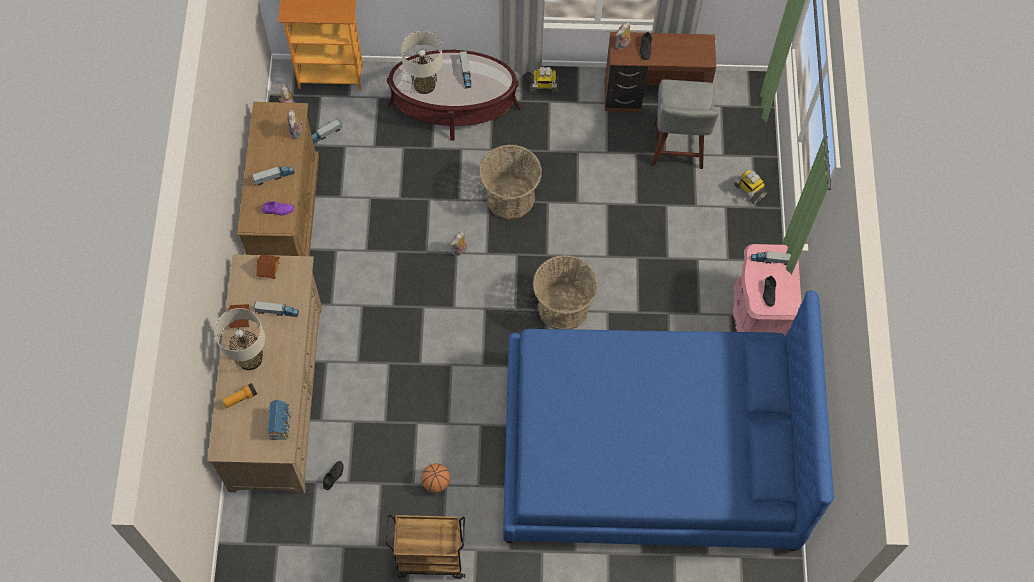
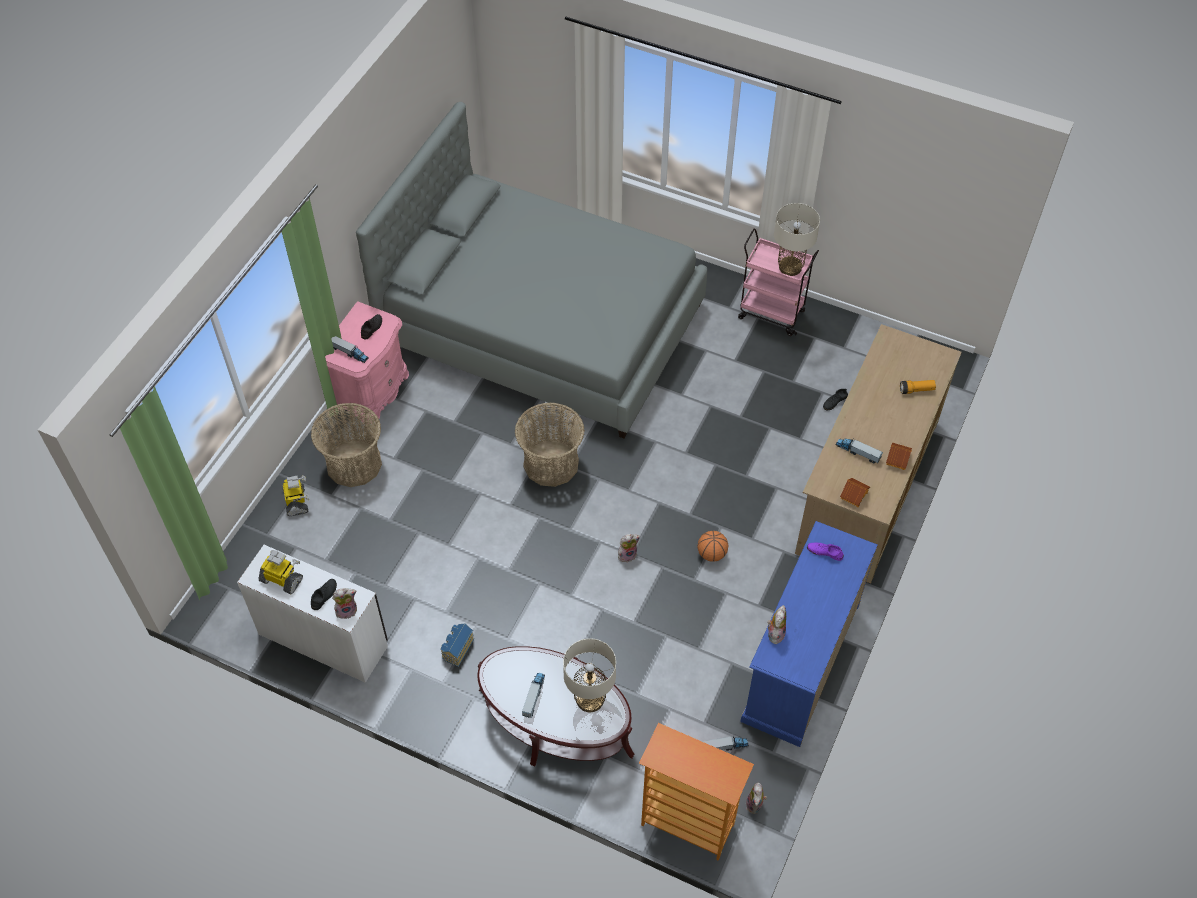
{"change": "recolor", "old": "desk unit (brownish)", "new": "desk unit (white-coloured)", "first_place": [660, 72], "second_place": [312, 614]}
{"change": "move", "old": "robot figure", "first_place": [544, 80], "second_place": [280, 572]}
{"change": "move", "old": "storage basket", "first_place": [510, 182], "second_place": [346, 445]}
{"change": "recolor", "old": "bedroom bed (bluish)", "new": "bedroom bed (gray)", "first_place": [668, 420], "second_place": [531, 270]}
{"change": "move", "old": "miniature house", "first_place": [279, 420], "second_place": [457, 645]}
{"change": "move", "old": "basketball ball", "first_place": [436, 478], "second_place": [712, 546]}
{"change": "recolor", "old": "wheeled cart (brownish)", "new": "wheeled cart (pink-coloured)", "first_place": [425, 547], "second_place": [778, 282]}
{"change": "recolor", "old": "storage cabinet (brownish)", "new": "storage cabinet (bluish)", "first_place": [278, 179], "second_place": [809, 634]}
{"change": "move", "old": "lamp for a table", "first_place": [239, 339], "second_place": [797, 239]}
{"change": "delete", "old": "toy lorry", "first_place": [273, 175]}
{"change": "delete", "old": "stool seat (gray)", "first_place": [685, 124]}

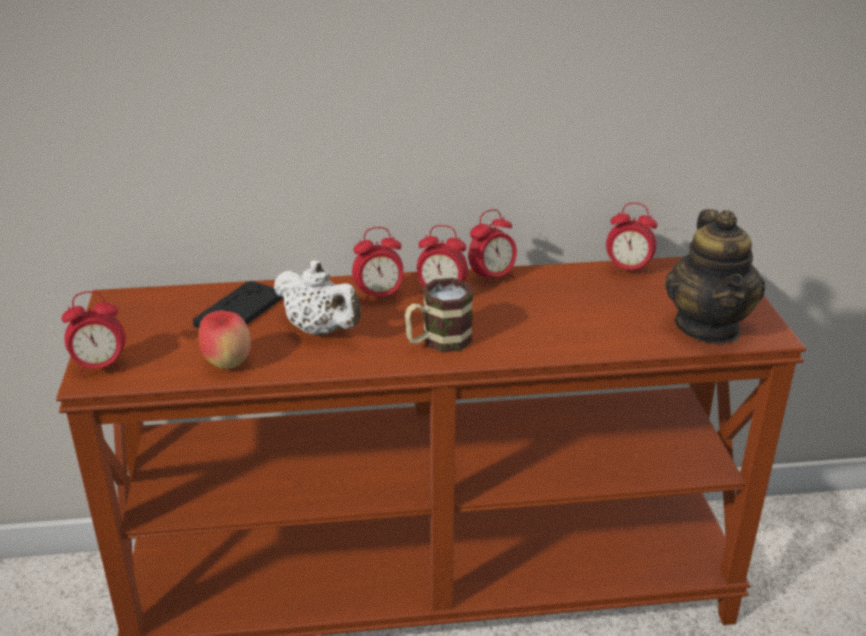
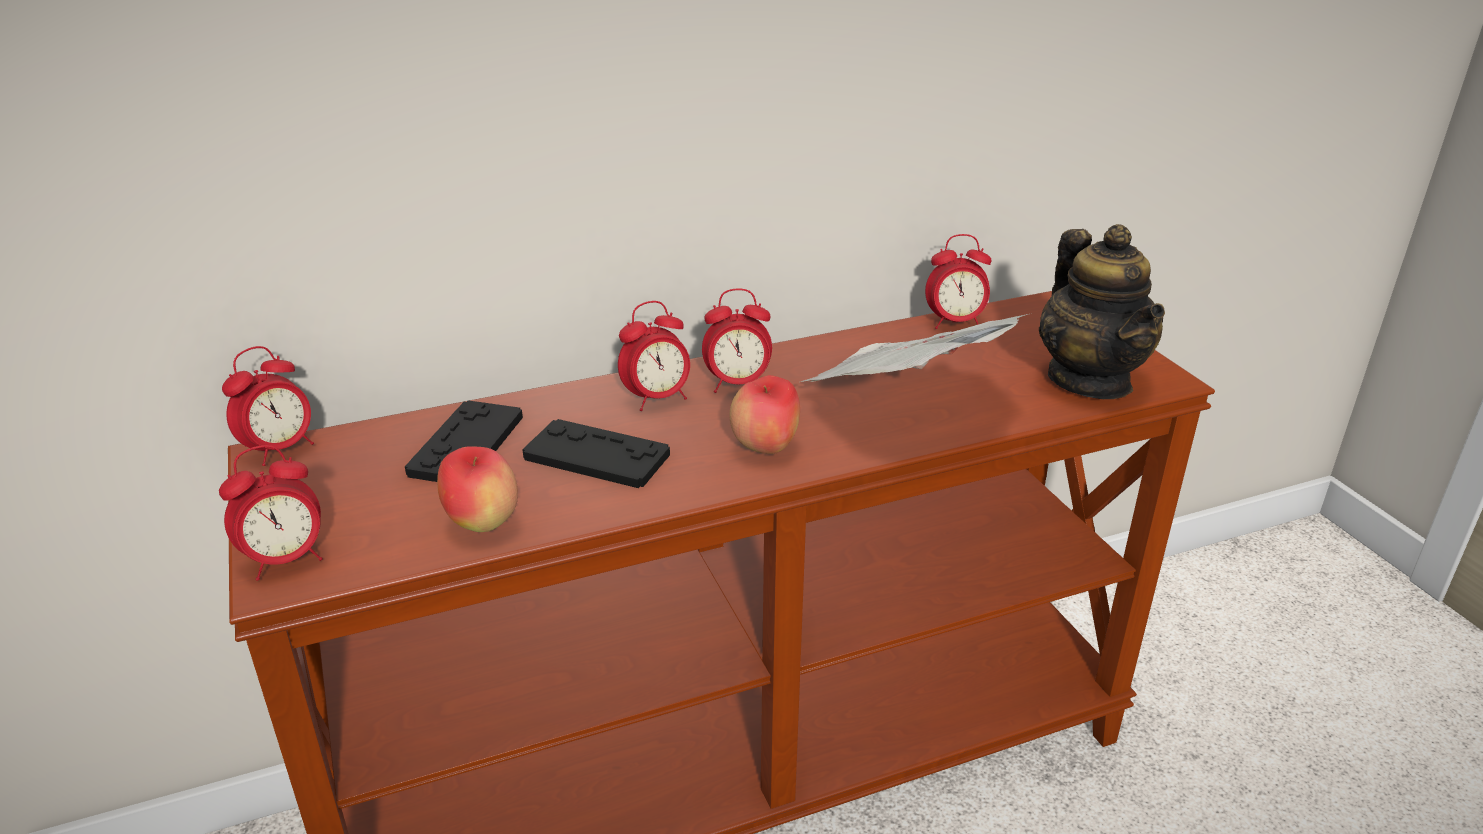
{"change": "move", "old": "bedside clock", "first_place": [492, 247], "second_place": [268, 406]}
{"change": "replace", "old": "pot for tea (white-coloured)", "new": "gamepad (blackish)", "first_place": [317, 298], "second_place": [596, 453]}
{"change": "replace", "old": "mug", "new": "whole apple", "first_place": [439, 315], "second_place": [764, 414]}
{"change": "insert", "new": "daily paper", "second_place": [914, 348]}

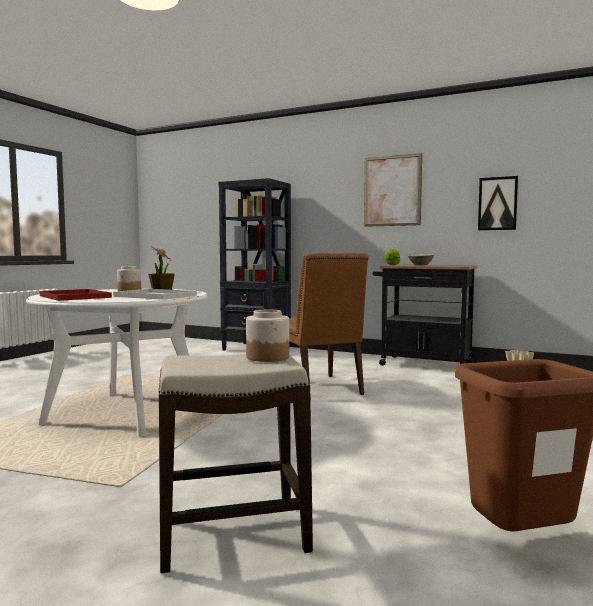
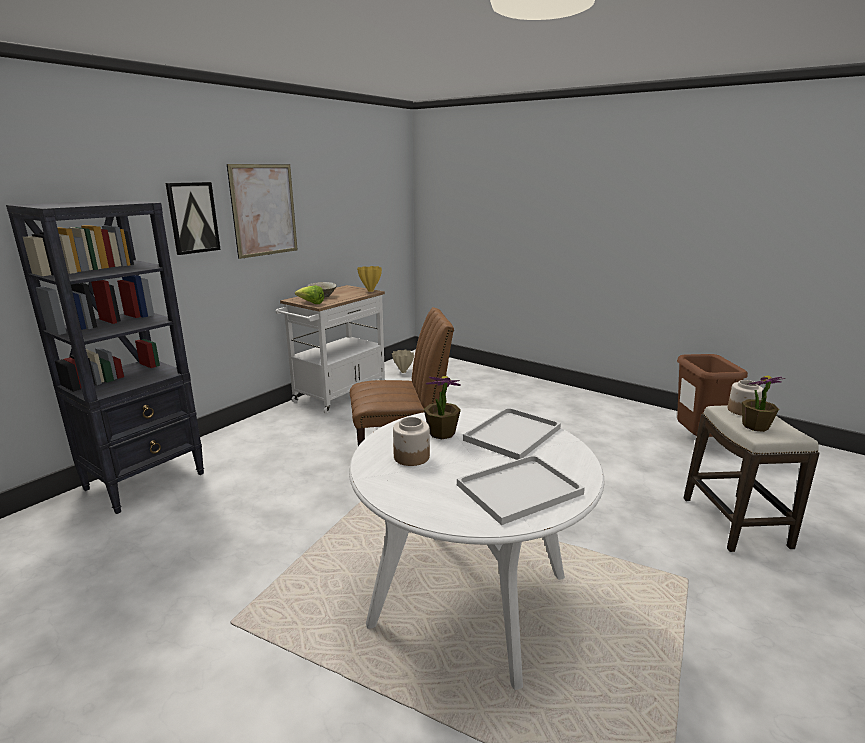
{"change": "move", "old": "wall picture", "first_place": [498, 203], "second_place": [193, 218]}
{"change": "recolor", "old": "wheeled cart (blackish)", "new": "wheeled cart (white-coloured)", "first_place": [424, 315], "second_place": [330, 349]}
{"change": "insert", "new": "flower vase (yellow)", "second_place": [369, 279]}
{"change": "recolor", "old": "tray (red)", "new": "tray (white-coloured)", "first_place": [76, 295], "second_place": [521, 489]}
{"change": "insert", "new": "plant in a pot", "second_place": [764, 404]}

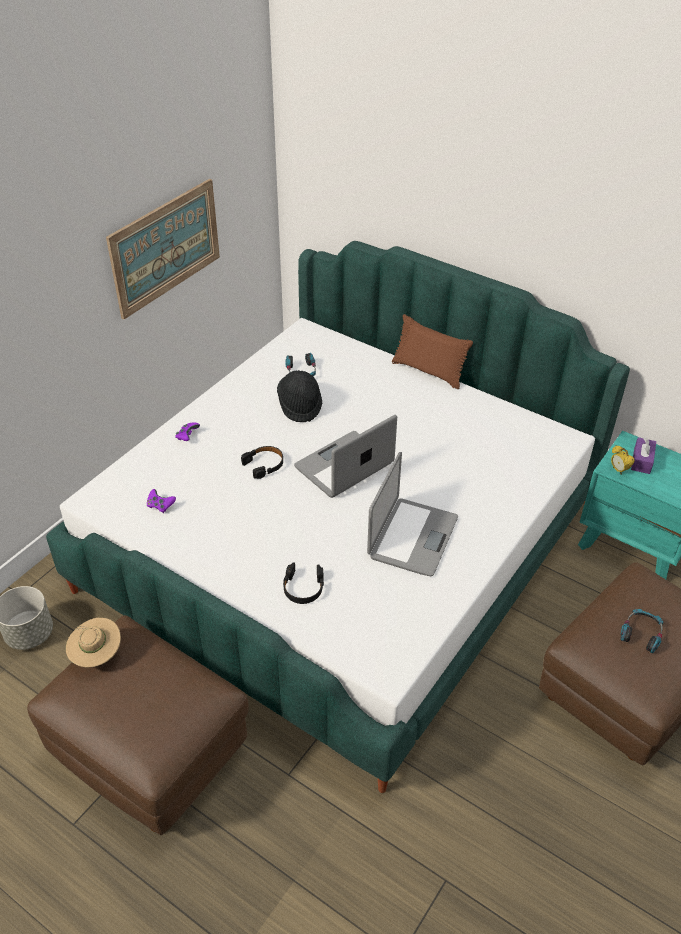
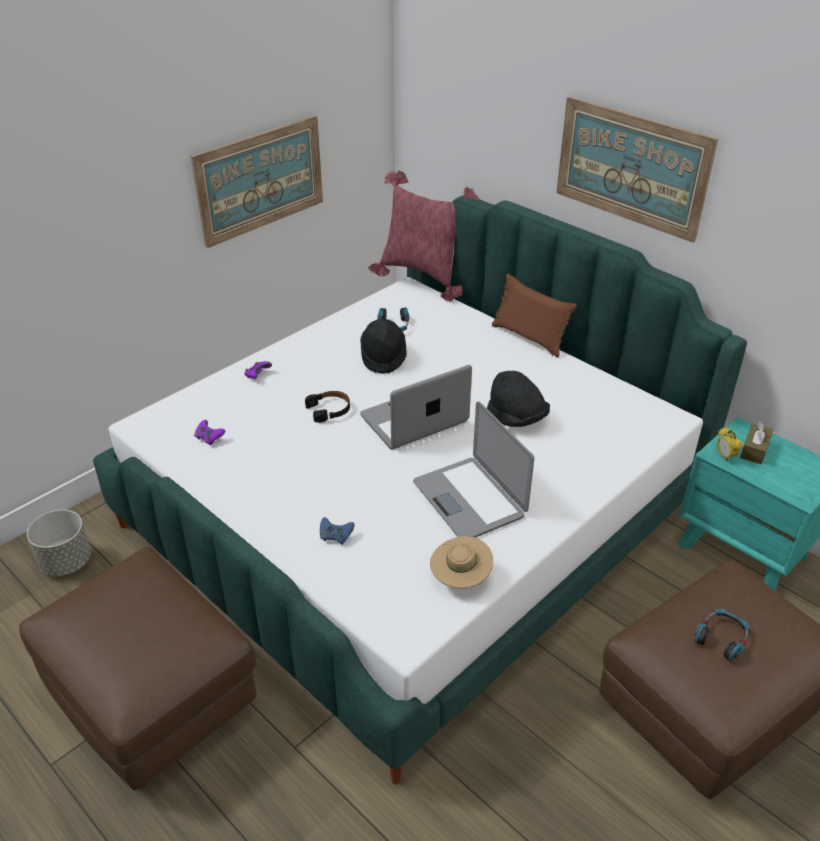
{"change": "replace", "old": "headset (blackish)", "new": "gamepad (bluish)", "first_place": [303, 583], "second_place": [337, 530]}
{"change": "insert", "new": "pillow (red)", "second_place": [424, 237]}
{"change": "rotate", "old": "laptop", "first_place": [412, 514], "second_place": [473, 469], "degrees": 120}
{"change": "move", "old": "clothing hat (beige-coloured)", "first_place": [93, 642], "second_place": [461, 562]}
{"change": "insert", "new": "clothing hat (blackish)", "second_place": [518, 399]}
{"change": "insert", "new": "wall picture", "second_place": [637, 169]}
{"change": "recolor", "old": "tissue box (purplish)", "new": "tissue box (brownish)", "first_place": [643, 455], "second_place": [757, 443]}

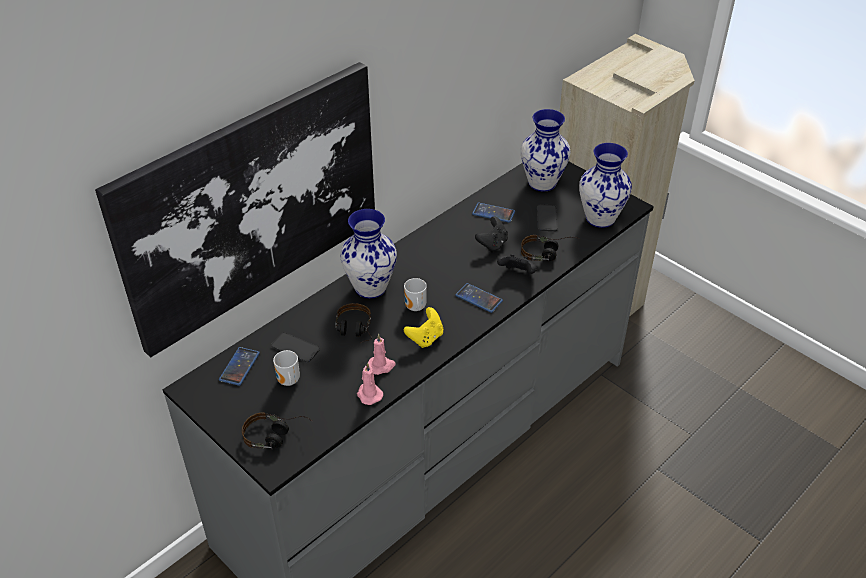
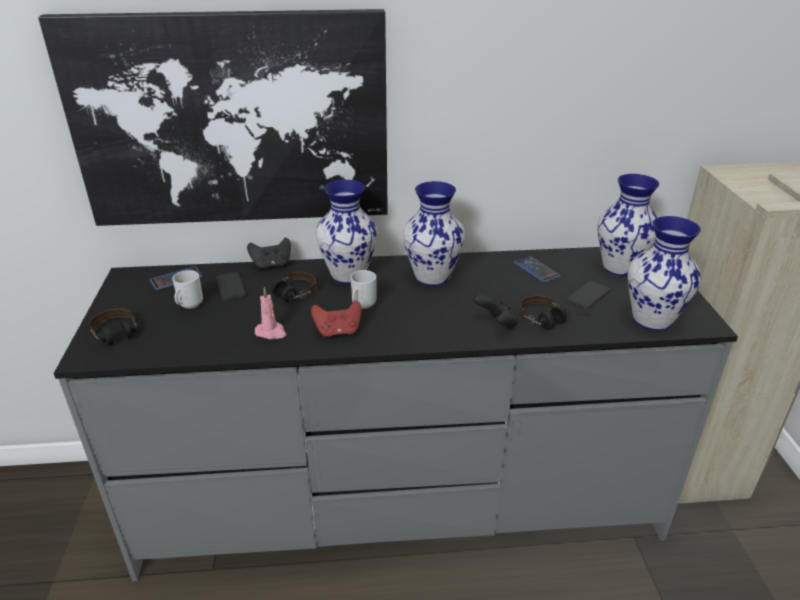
{"change": "move", "old": "gamepad (blackish)", "first_place": [491, 234], "second_place": [269, 254]}
{"change": "recolor", "old": "gamepad (yellow)", "new": "gamepad (red)", "first_place": [423, 327], "second_place": [336, 318]}
{"change": "insert", "new": "flower vase", "second_place": [434, 233]}
{"change": "delete", "old": "wax candle (pink-coloured)", "first_place": [370, 383]}
{"change": "delete", "old": "phone", "first_place": [479, 298]}

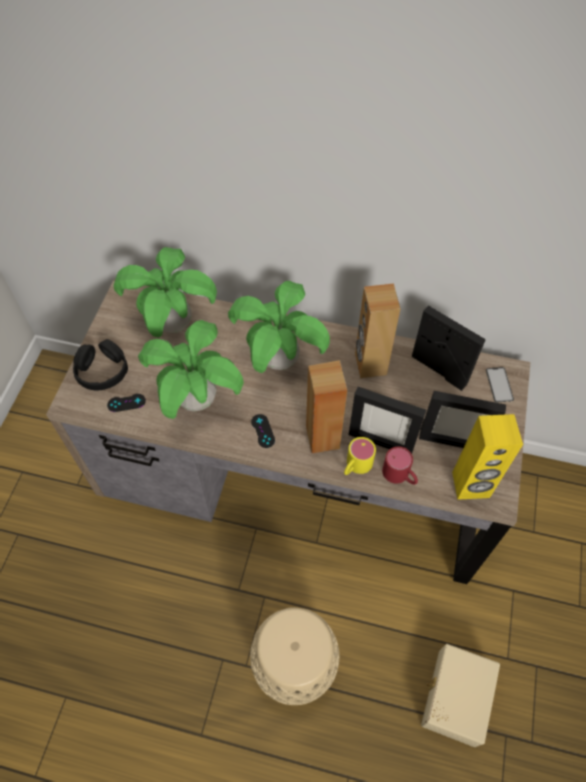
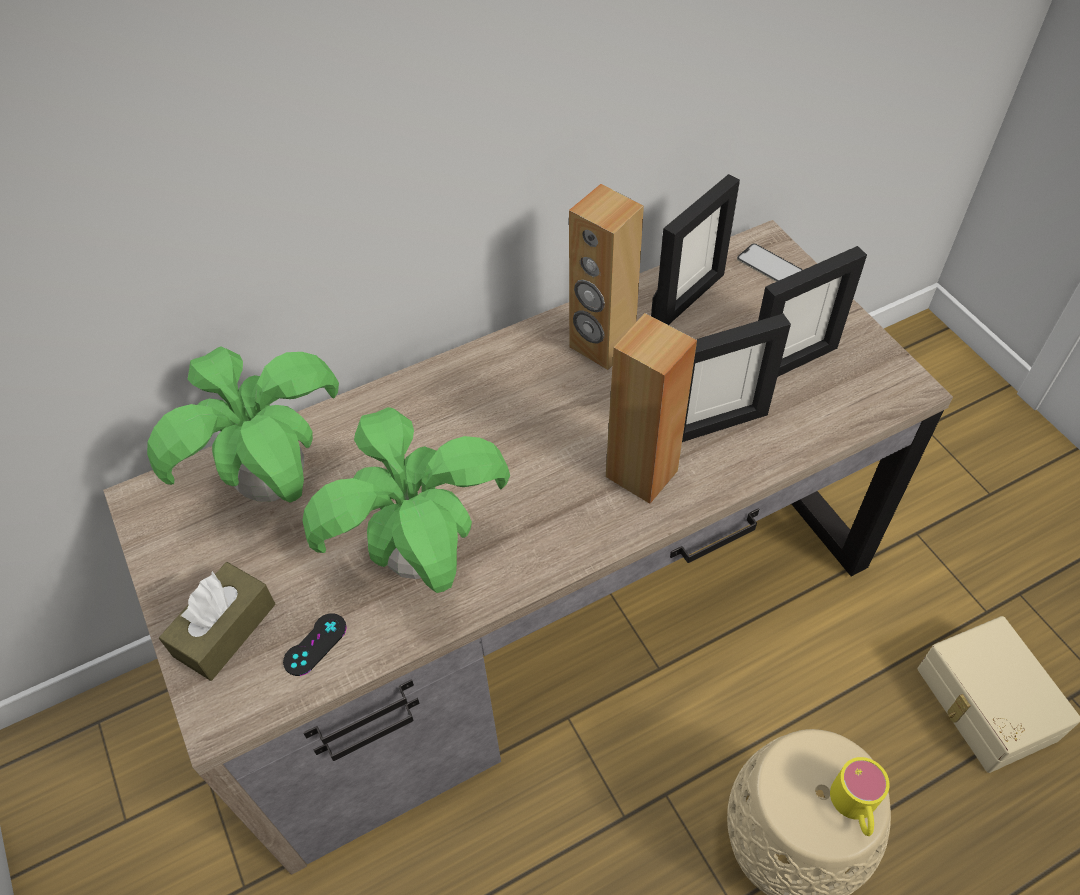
{"change": "replace", "old": "headset (blackish)", "new": "tissue box (brownish)", "first_place": [100, 364], "second_place": [217, 621]}
{"change": "rotate", "old": "standing frame", "first_place": [449, 348], "second_place": [695, 249], "degrees": 135}
{"change": "move", "old": "mug (yellow)", "first_place": [360, 456], "second_place": [860, 796]}
{"change": "delete", "old": "plant in a pot", "first_place": [279, 327]}
{"change": "delete", "old": "gamepad (blackish)", "first_place": [263, 431]}
{"change": "delete", "old": "mug (red)", "first_place": [400, 465]}
{"change": "delete", "old": "loudspeaker (yellow)", "first_place": [487, 457]}

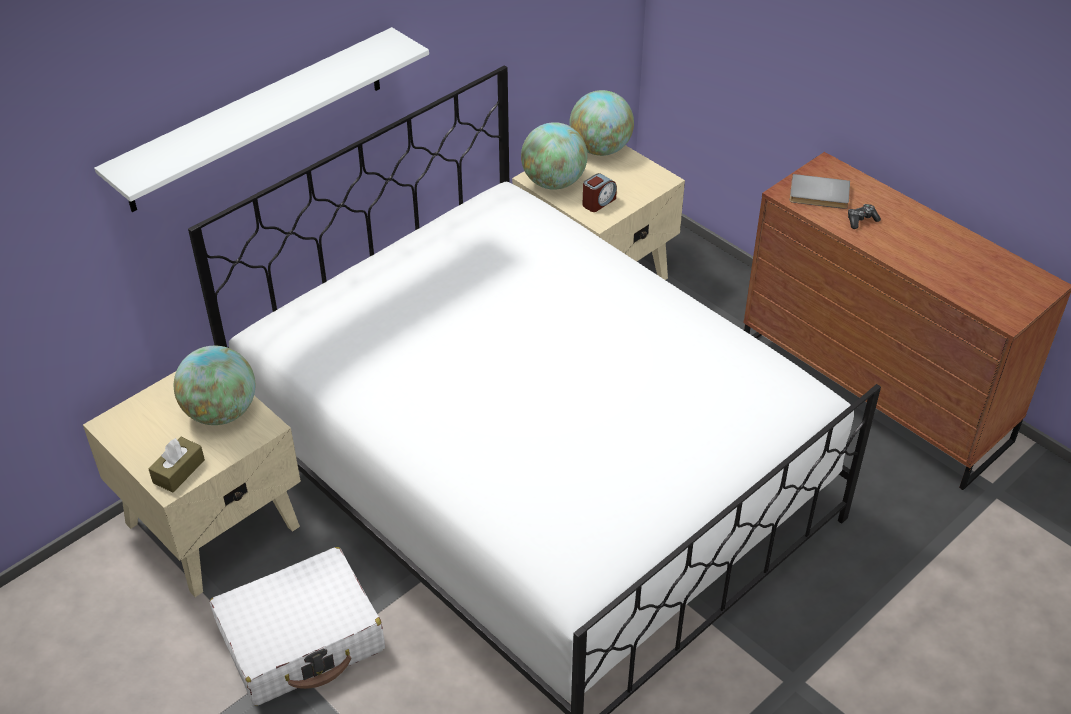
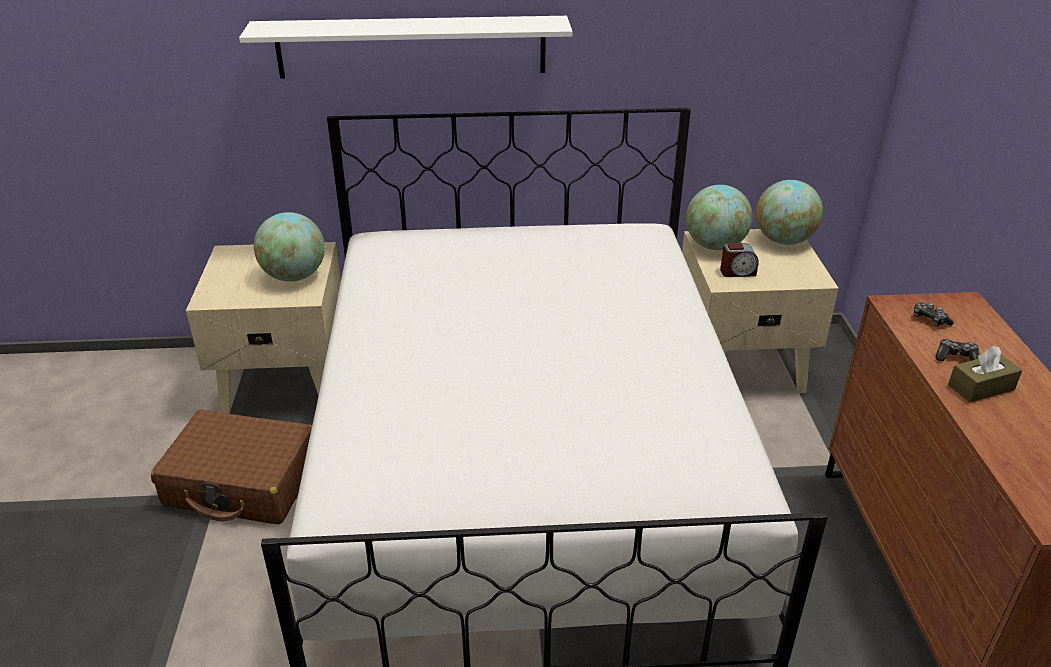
{"change": "recolor", "old": "travel case (white-coloured)", "new": "travel case (brownish)", "first_place": [297, 626], "second_place": [231, 466]}
{"change": "replace", "old": "bound book (gray)", "new": "gamepad", "first_place": [820, 191], "second_place": [934, 314]}
{"change": "move", "old": "tissue box (brownish)", "first_place": [177, 465], "second_place": [985, 374]}

